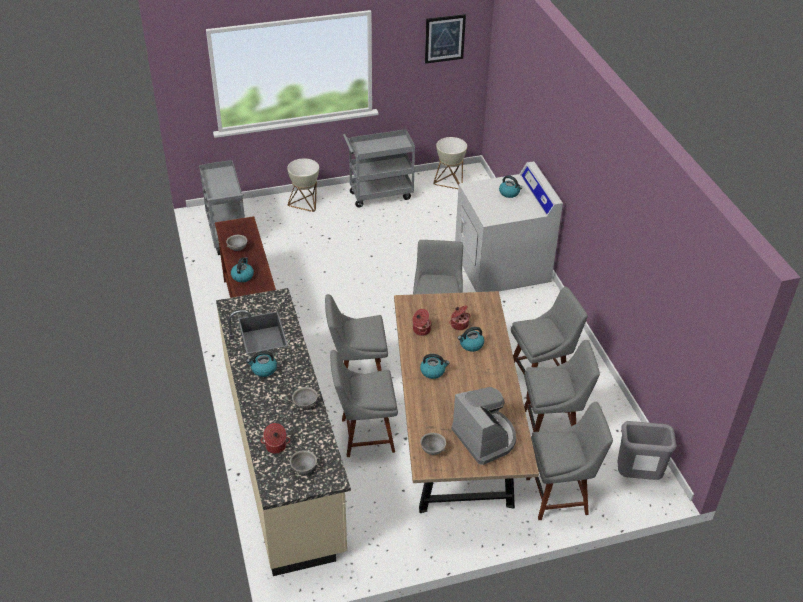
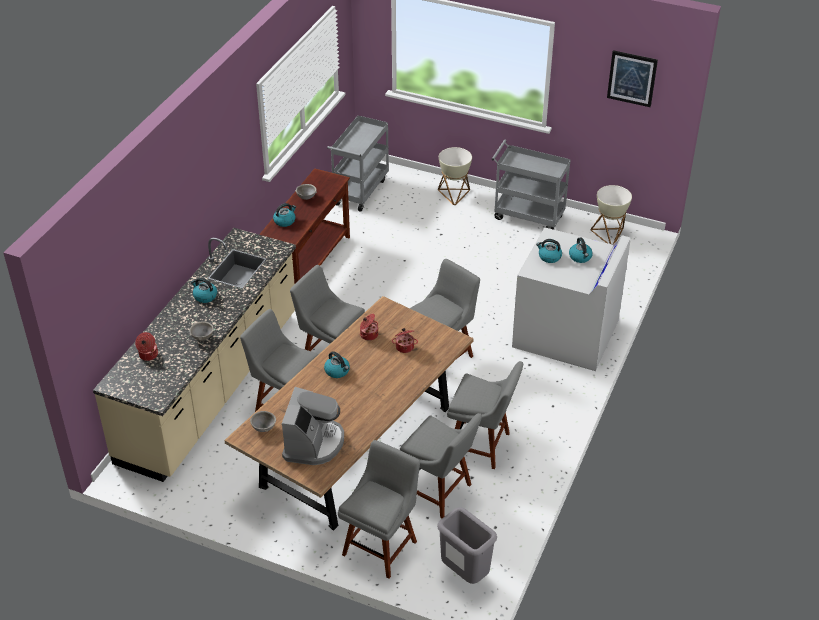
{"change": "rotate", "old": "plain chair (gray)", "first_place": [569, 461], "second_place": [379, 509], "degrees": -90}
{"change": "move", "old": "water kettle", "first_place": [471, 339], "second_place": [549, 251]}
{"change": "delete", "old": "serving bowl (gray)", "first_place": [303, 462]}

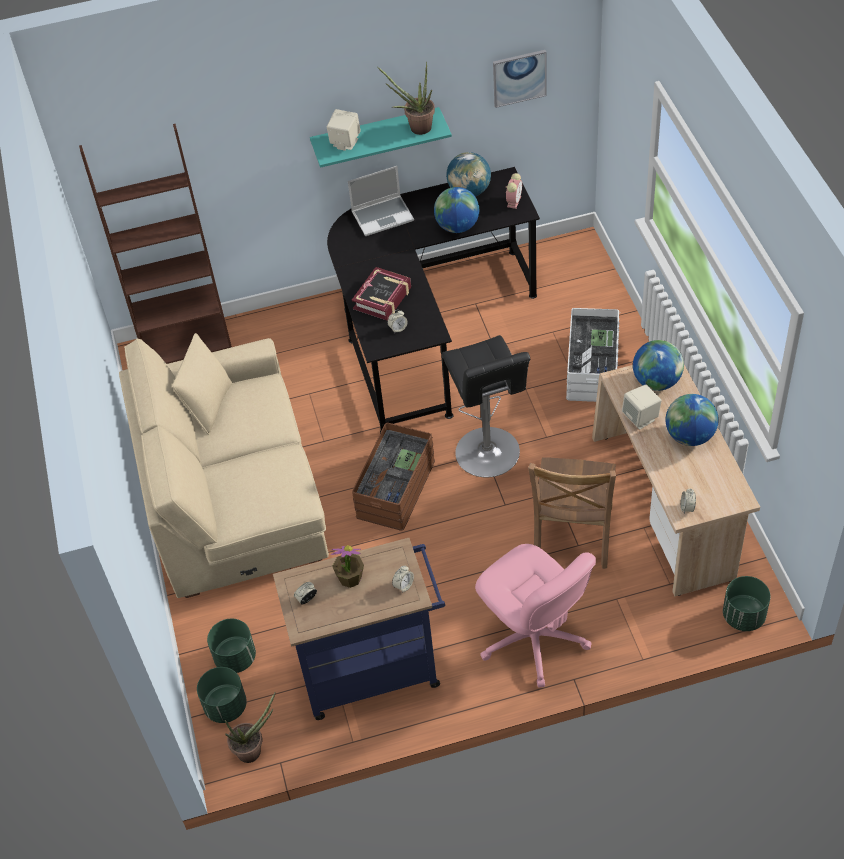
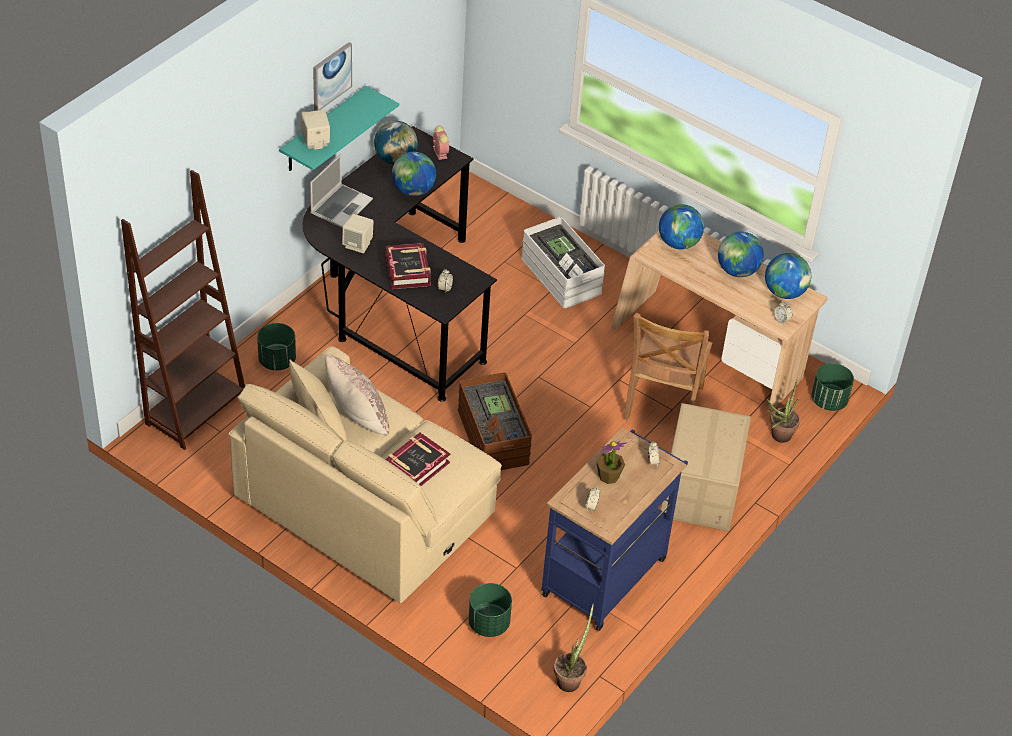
{"change": "move", "old": "plant pot (green-coloured)", "first_place": [222, 695], "second_place": [276, 346]}
{"change": "move", "old": "wall picture", "first_place": [520, 79], "second_place": [332, 76]}
{"change": "insert", "new": "pillow (beige-coloured)", "second_place": [357, 395]}
{"change": "move", "old": "loudspeaker (beige-coloured)", "first_place": [642, 407], "second_place": [358, 233]}
{"change": "insert", "new": "bound book", "second_place": [417, 459]}
{"change": "rotate", "old": "plain chair (brownish)", "first_place": [572, 513], "second_place": [667, 366], "degrees": 45}
{"change": "replace", "old": "office chair (pink-coloured)", "new": "packing box", "first_place": [535, 615], "second_place": [706, 467]}
{"change": "insert", "new": "globe", "second_place": [788, 276]}
{"change": "move", "old": "plant in a pot", "first_place": [406, 98], "second_place": [783, 410]}
{"change": "delete", "old": "stool seat (blackish)", "first_place": [486, 406]}

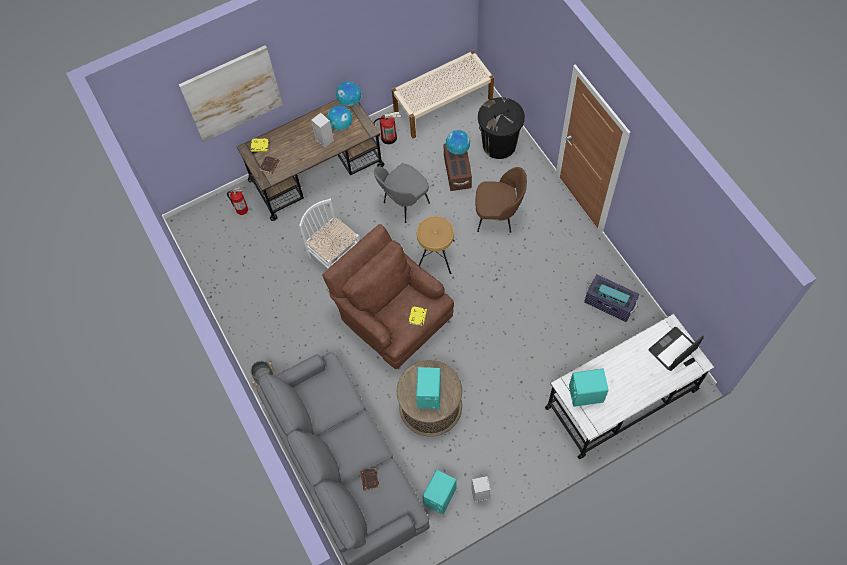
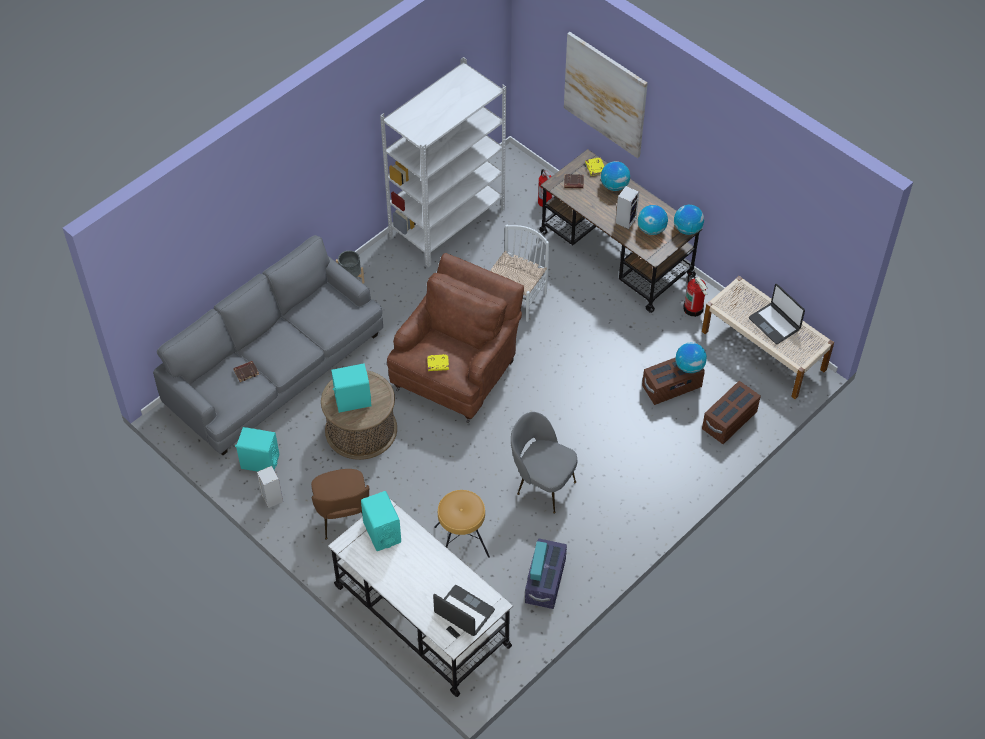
{"change": "move", "old": "plain chair (brownish)", "first_place": [501, 200], "second_place": [340, 504]}
{"change": "insert", "new": "bookcase (white-coloured)", "second_place": [443, 162]}
{"change": "move", "old": "stool seat (brownish)", "first_place": [436, 245], "second_place": [462, 524]}
{"change": "move", "old": "plain chair (gray)", "first_place": [402, 193], "second_place": [544, 463]}
{"change": "insert", "new": "globe", "second_place": [615, 176]}
{"change": "replace", "old": "rubbish bin (blackish)", "new": "storage bin (brownish)", "first_place": [501, 128], "second_place": [731, 412]}
{"change": "insert", "new": "laptop", "second_place": [777, 314]}

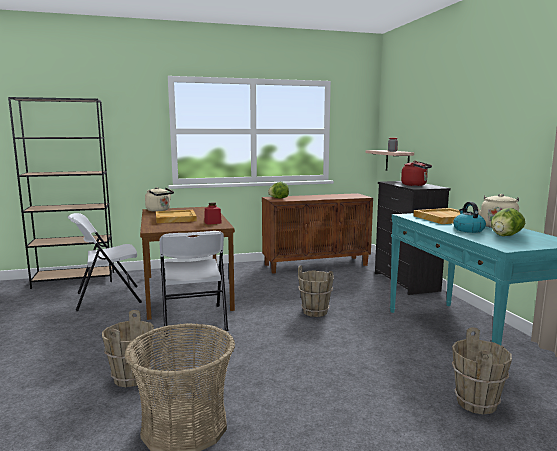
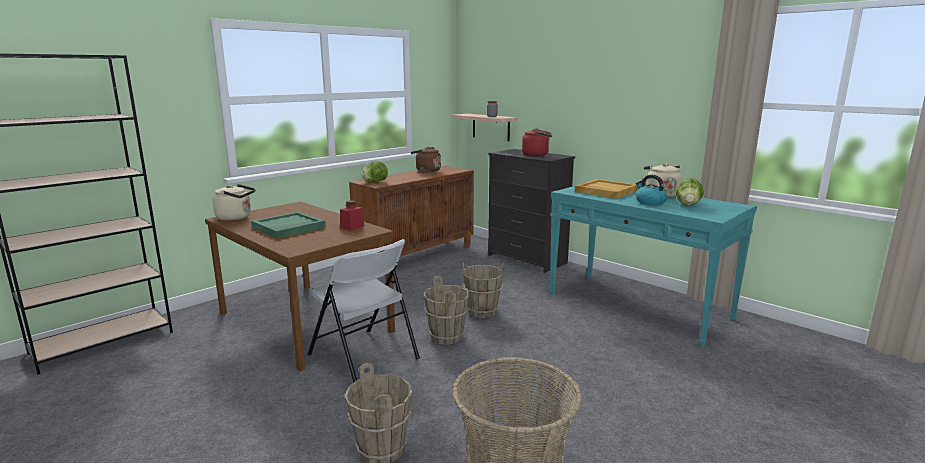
{"change": "recolor", "old": "tray (beige-coloured)", "new": "tray (green-coloured)", "first_place": [176, 216], "second_place": [288, 225]}
{"change": "insert", "new": "water kettle (brownish)", "second_place": [426, 159]}
{"change": "move", "old": "bucket (brownish)", "first_place": [482, 371], "second_place": [446, 310]}
{"change": "delete", "old": "plain chair (white-coloured)", "first_place": [105, 262]}

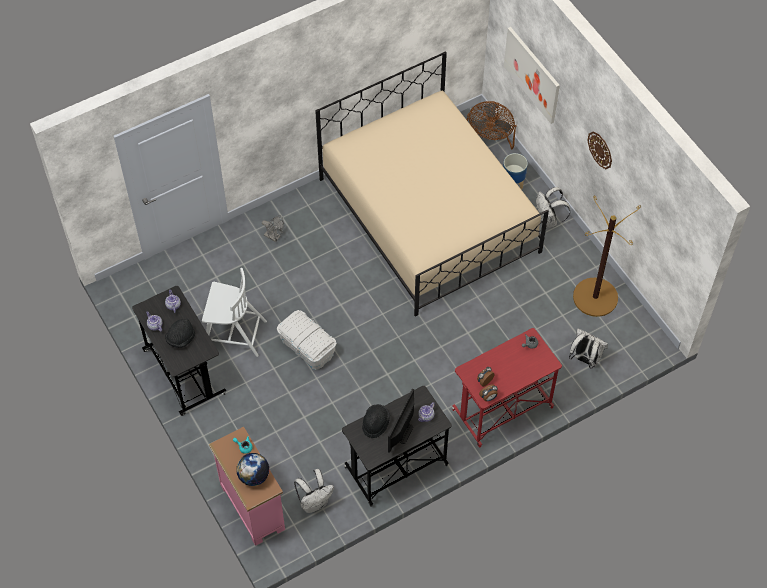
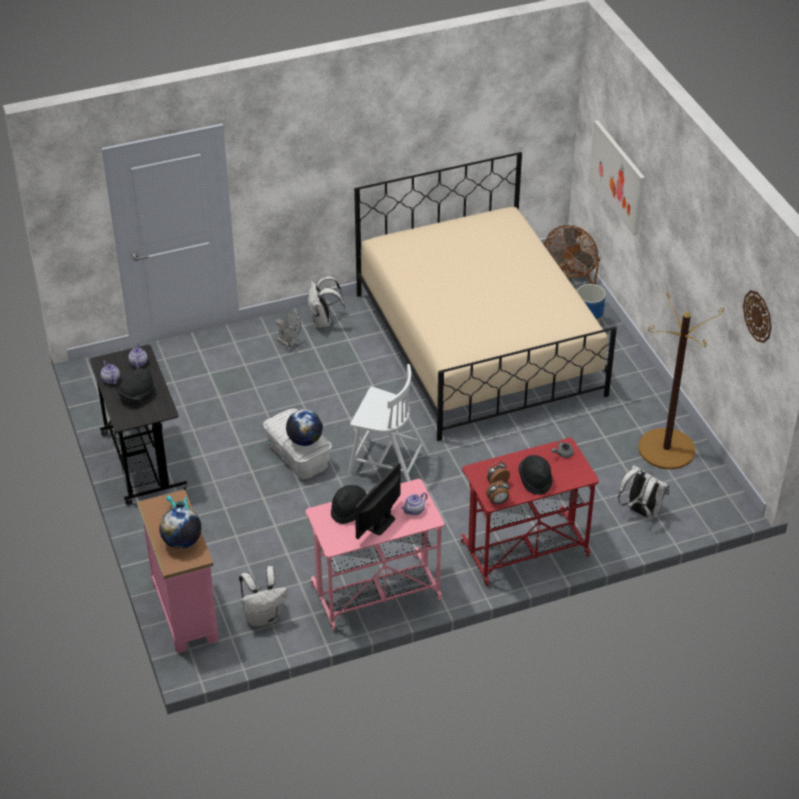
{"change": "insert", "new": "globe", "second_place": [304, 427]}
{"change": "recolor", "old": "desk unit (blackish)", "new": "desk unit (pink-coloured)", "first_place": [397, 446], "second_place": [375, 555]}
{"change": "move", "old": "knapsack (white-coloured)", "first_place": [553, 207], "second_place": [326, 302]}
{"change": "move", "old": "plain chair (white-coloured)", "first_place": [234, 312], "second_place": [389, 423]}
{"change": "insert", "new": "clothing hat (blackish)", "second_place": [535, 474]}
{"change": "move", "old": "hanging clock", "first_place": [599, 150], "second_place": [757, 316]}

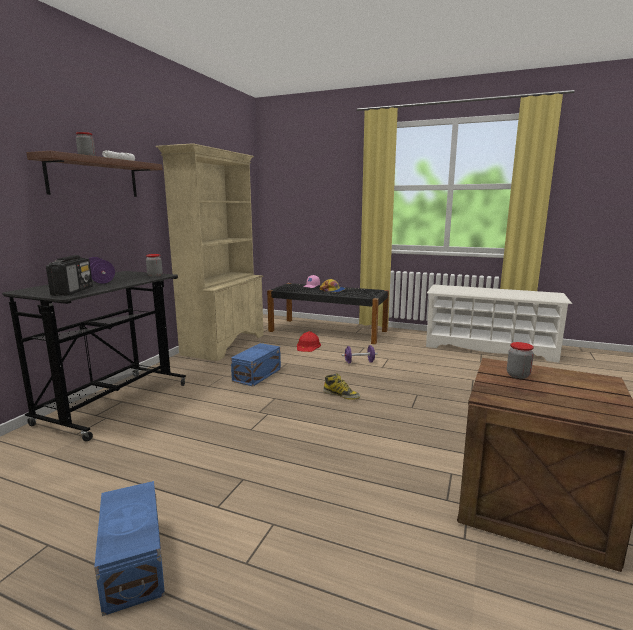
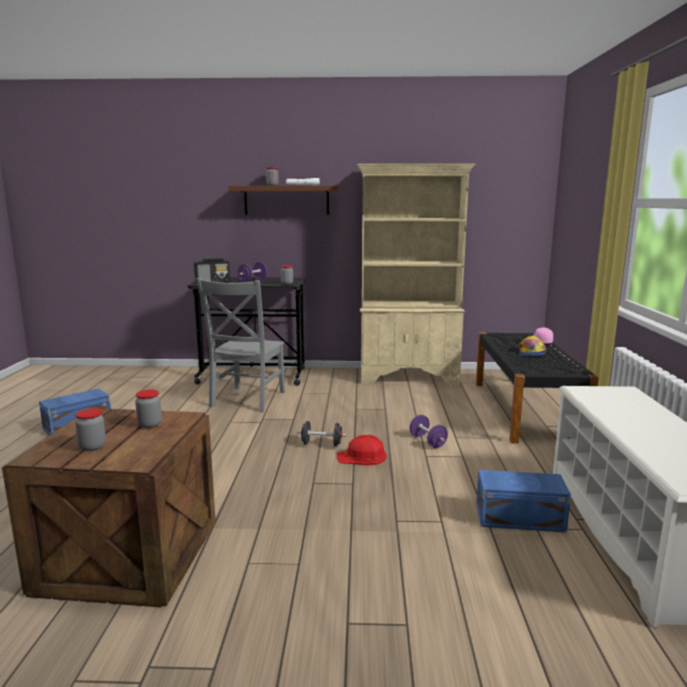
{"change": "insert", "new": "storage jar", "second_place": [90, 429]}
{"change": "insert", "new": "plain chair (gray)", "second_place": [240, 345]}
{"change": "replace", "old": "high-top boot", "new": "hand weight (blackish)", "first_place": [341, 386], "second_place": [321, 434]}
{"change": "move", "old": "safety helmet (red)", "first_place": [309, 341], "second_place": [361, 450]}
{"change": "move", "old": "storage bin (bluish)", "first_place": [256, 364], "second_place": [523, 501]}

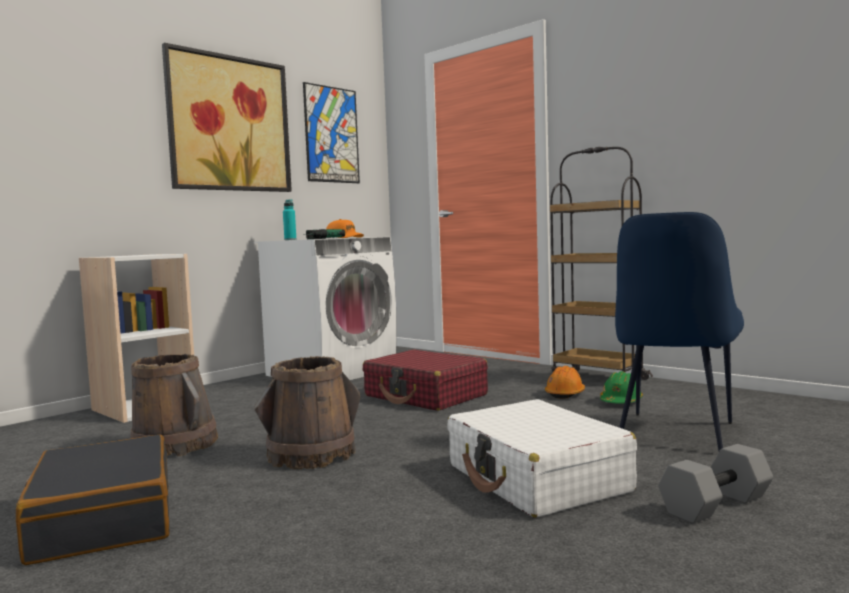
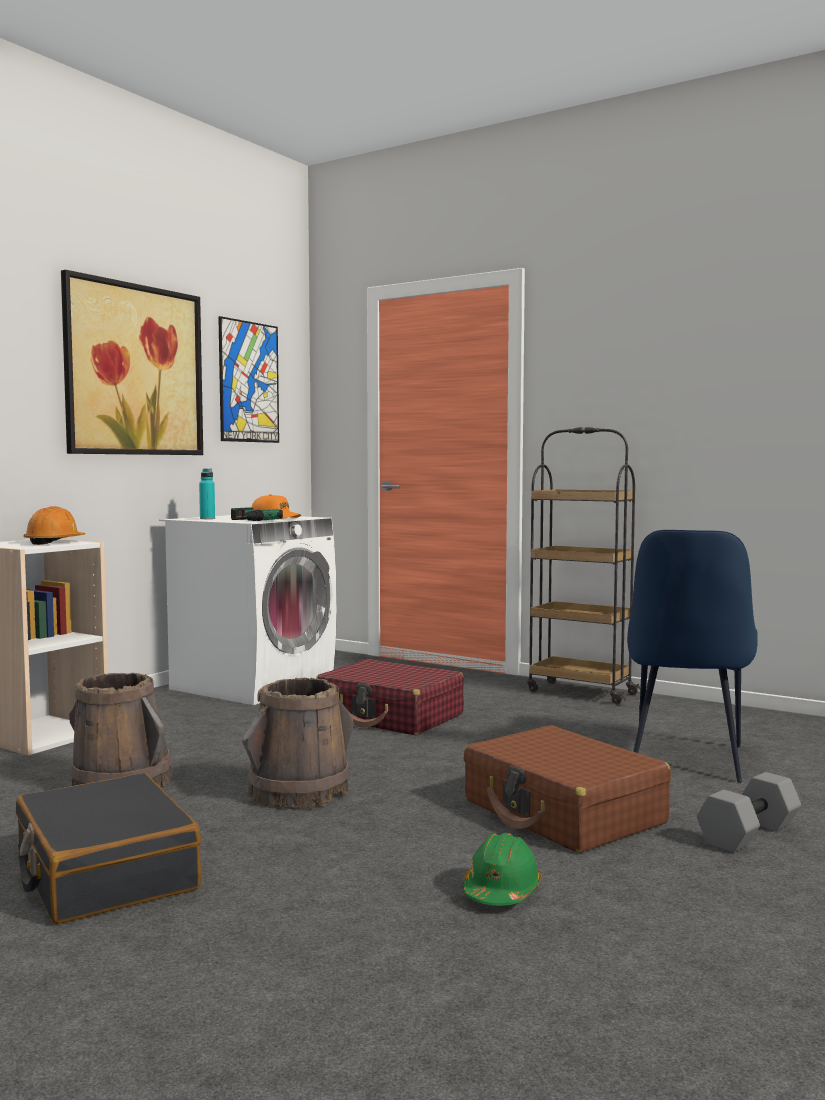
{"change": "move", "old": "safety helmet (orange-coloured)", "first_place": [565, 382], "second_place": [54, 525]}
{"change": "recolor", "old": "travel case (white-coloured)", "new": "travel case (brownish)", "first_place": [542, 458], "second_place": [567, 789]}
{"change": "move", "old": "safety helmet (green-coloured)", "first_place": [621, 387], "second_place": [502, 869]}

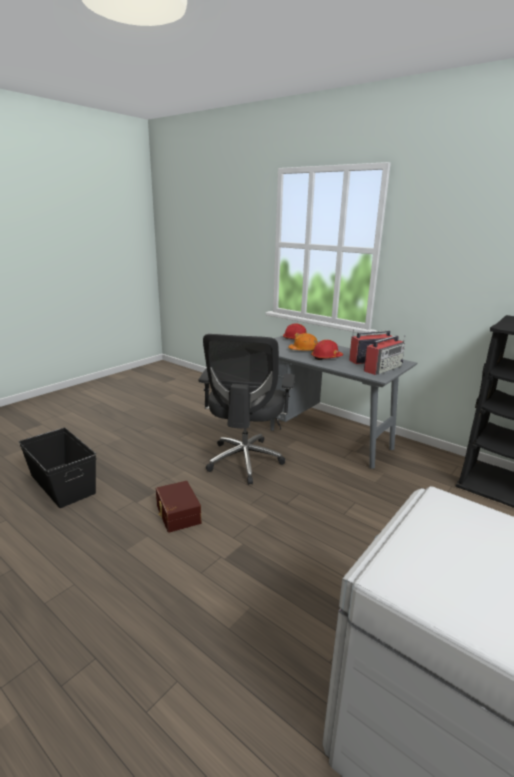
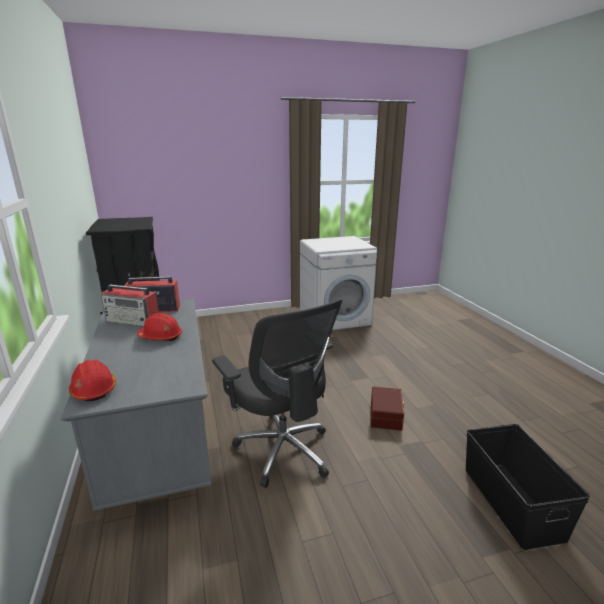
{"change": "rotate", "old": "office chair", "first_place": [246, 409], "second_place": [277, 393], "degrees": 105}
{"change": "delete", "old": "safety helmet (orange-coloured)", "first_place": [303, 342]}

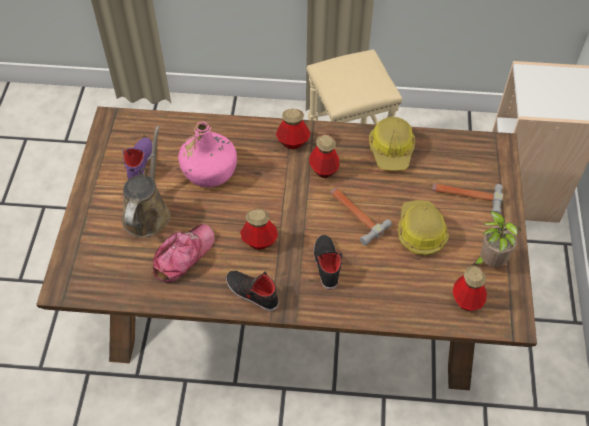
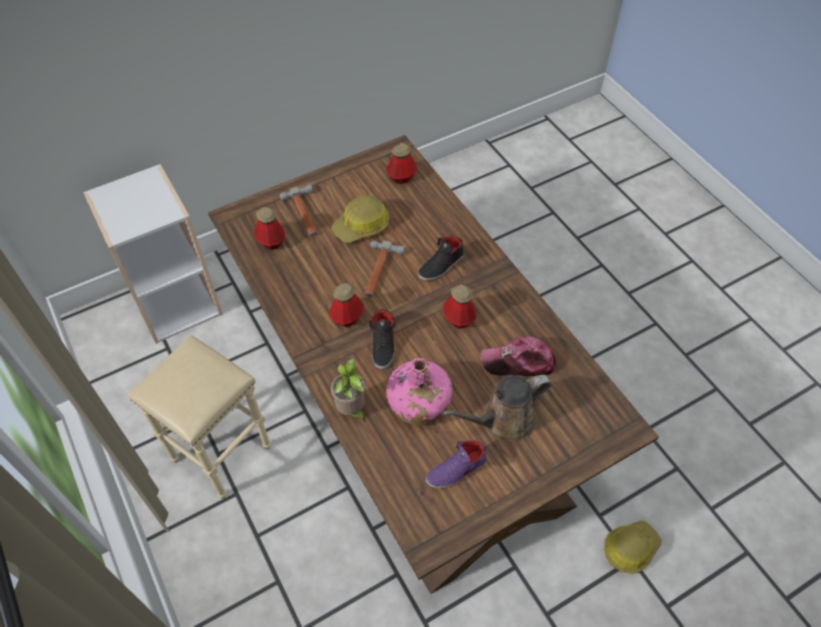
{"change": "move", "old": "drink bottle", "first_place": [293, 129], "second_place": [269, 228]}
{"change": "move", "old": "plant in a pot", "first_place": [497, 239], "second_place": [348, 390]}
{"change": "move", "old": "low shoe (blackish)", "first_place": [252, 290], "second_place": [382, 339]}
{"change": "move", "old": "safety helmet", "first_place": [392, 144], "second_place": [633, 547]}

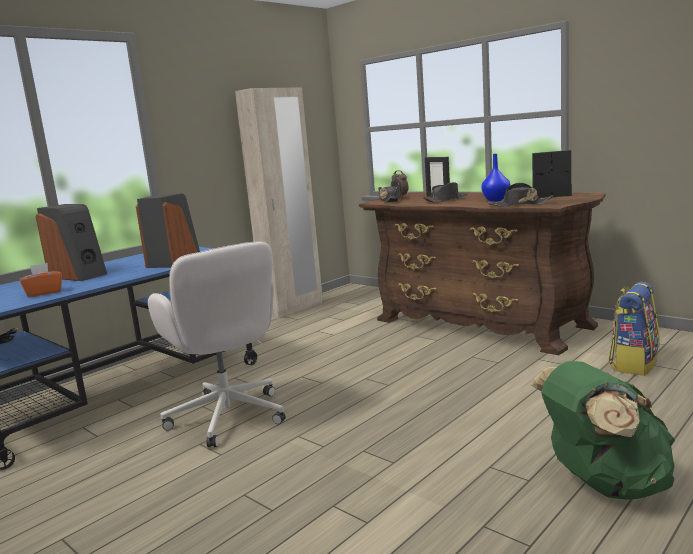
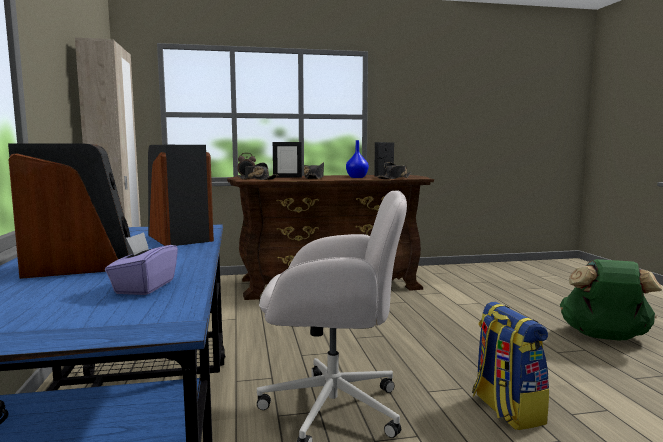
{"change": "recolor", "old": "tissue box (orange-coloured)", "new": "tissue box (purplish)", "first_place": [40, 280], "second_place": [141, 263]}
{"change": "move", "old": "knapsack", "first_place": [634, 329], "second_place": [510, 366]}

